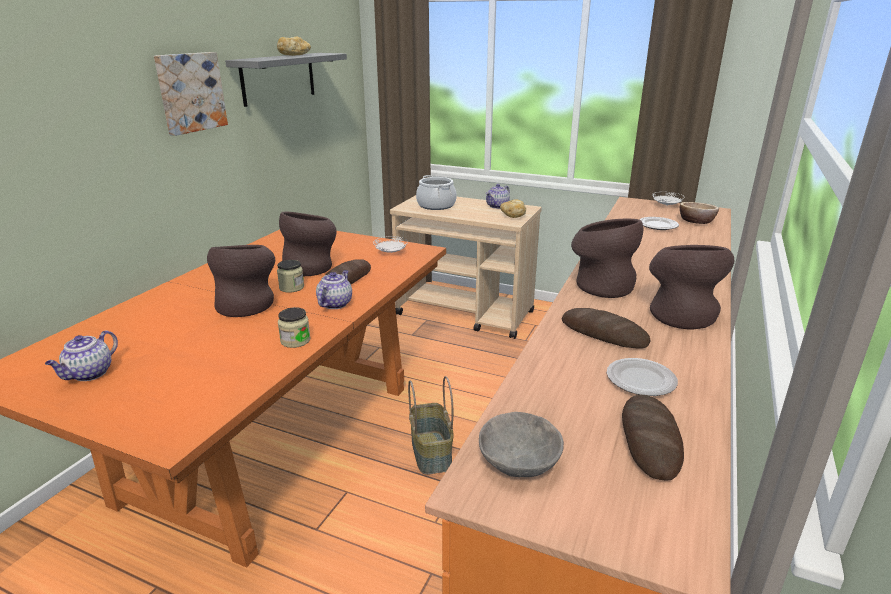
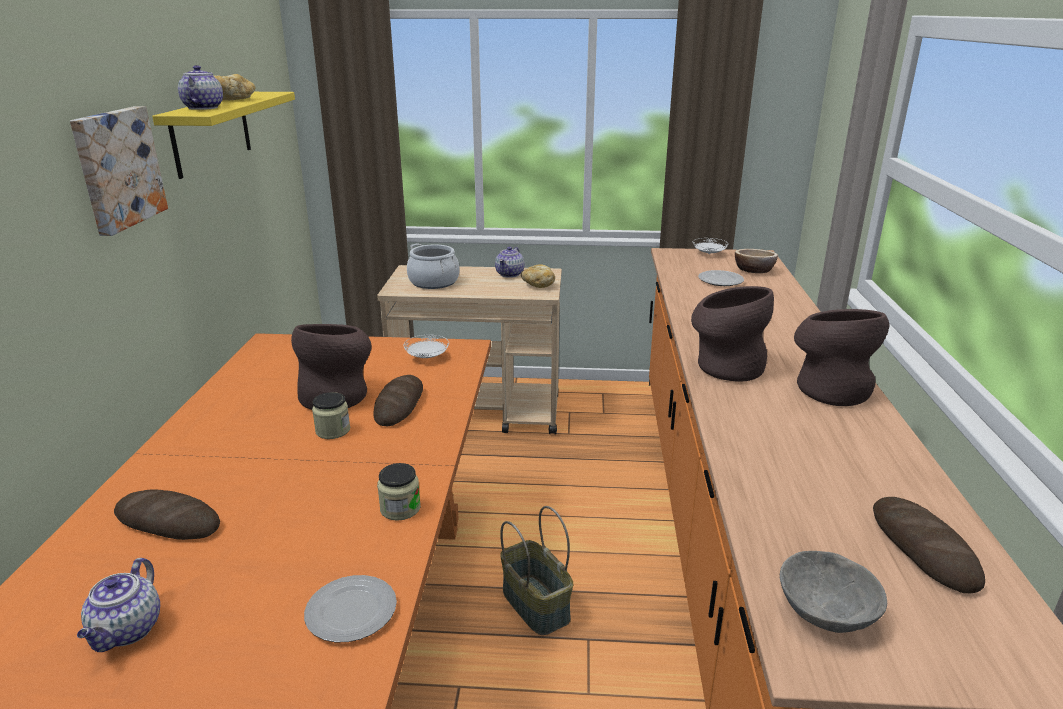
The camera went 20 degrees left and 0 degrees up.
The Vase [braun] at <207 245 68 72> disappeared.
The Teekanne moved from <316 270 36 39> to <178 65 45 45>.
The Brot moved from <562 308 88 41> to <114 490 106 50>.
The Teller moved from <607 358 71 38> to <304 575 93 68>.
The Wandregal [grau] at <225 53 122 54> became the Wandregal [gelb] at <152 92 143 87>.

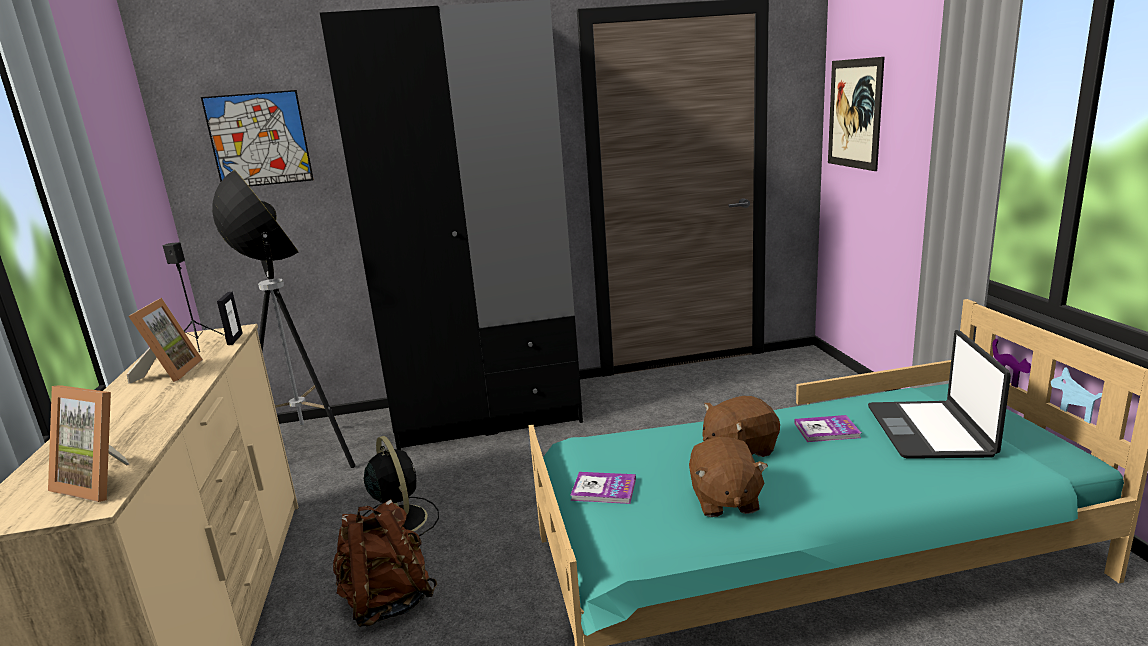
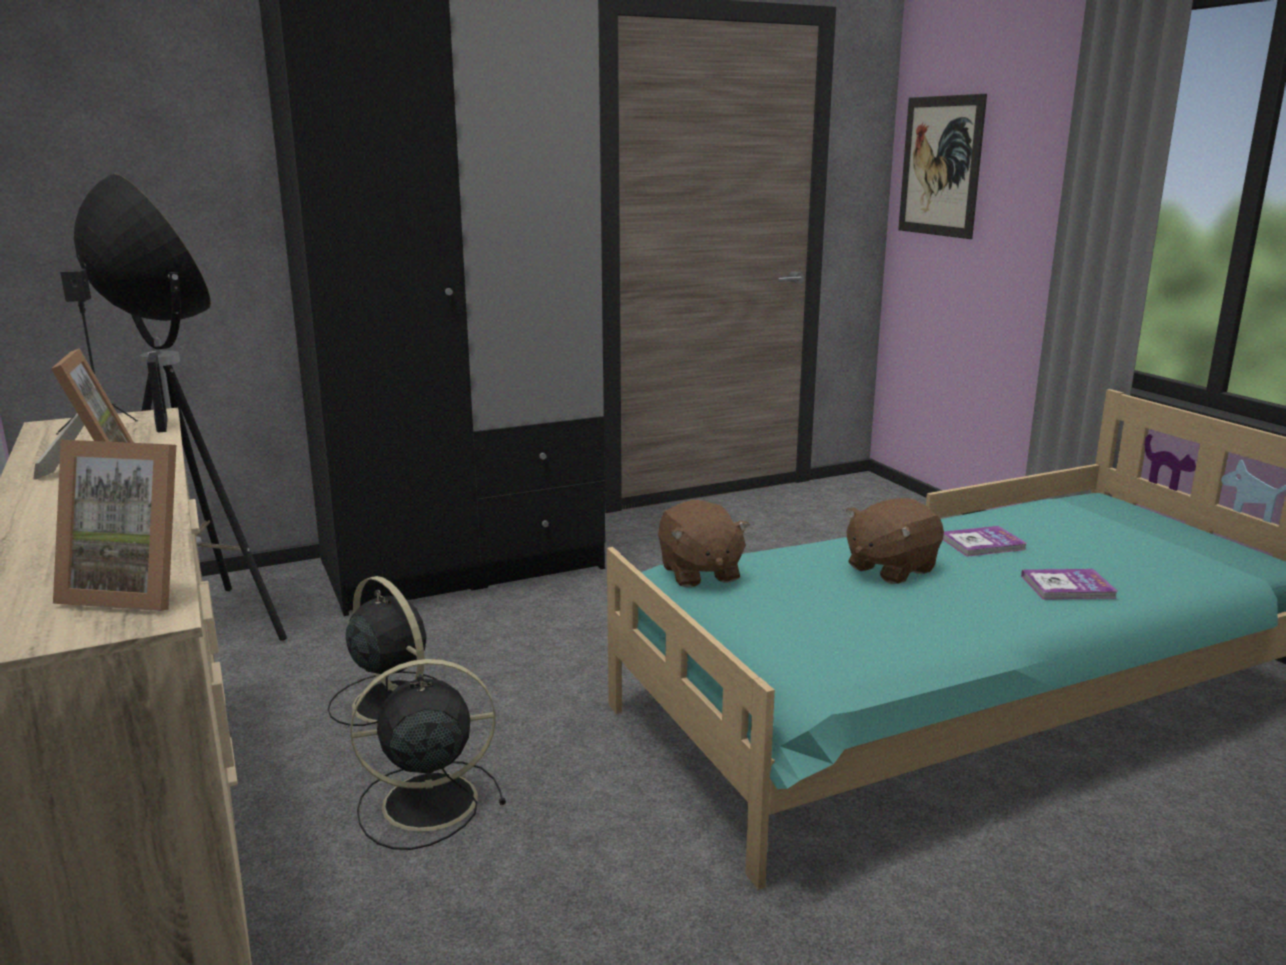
The camera went 15 degrees left and 0 degrees up.
The Bild at <201 90 113 96> disappeared.
The Laptop at <868 330 143 129> disappeared.
The Buch moved from <570 472 66 32> to <1021 569 97 31>.
The Plüschtier [braun] moved from <689 437 79 80> to <658 500 92 88>.
The Rucksack [braun] at <333 499 104 128> was replaced by the Ventilator [schwarz] at <350 659 156 191>.

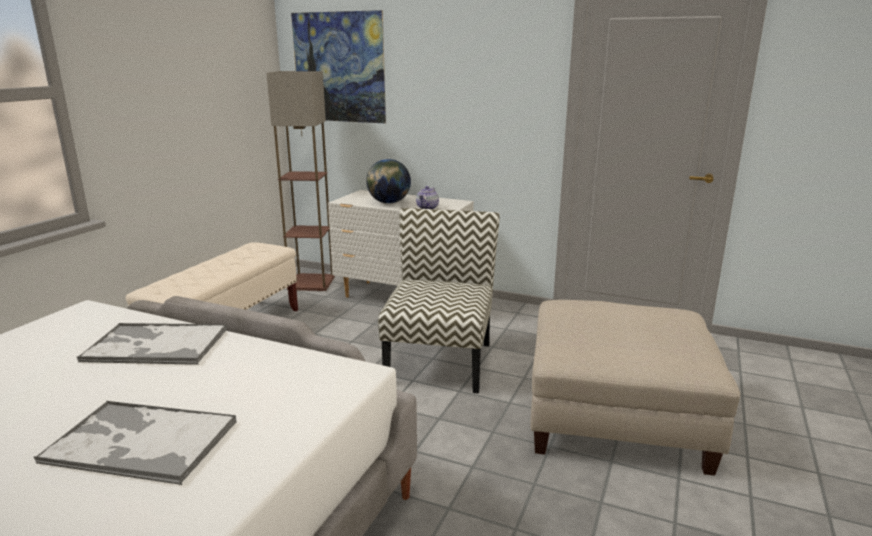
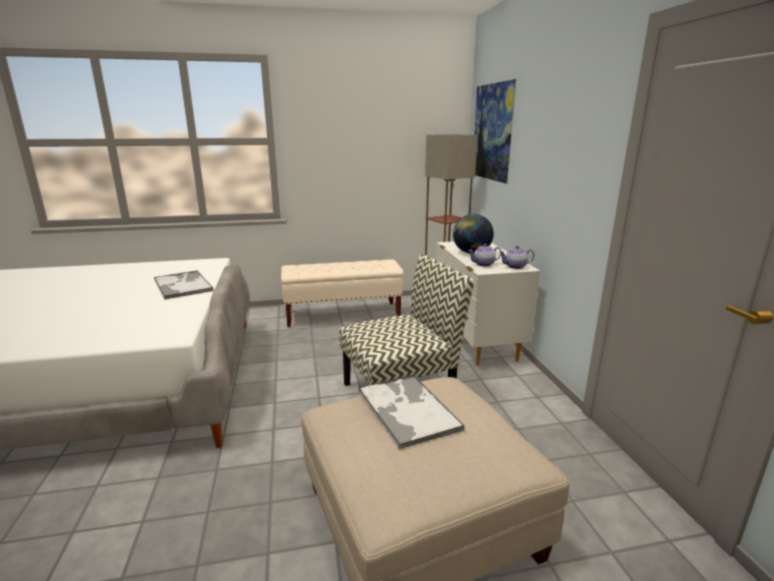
The camera went 55 degrees right and 0 degrees up.
The Teekanne at <500 246 34 23> appeared.
The Tablett moved from <33 401 204 84> to <358 374 107 76>.

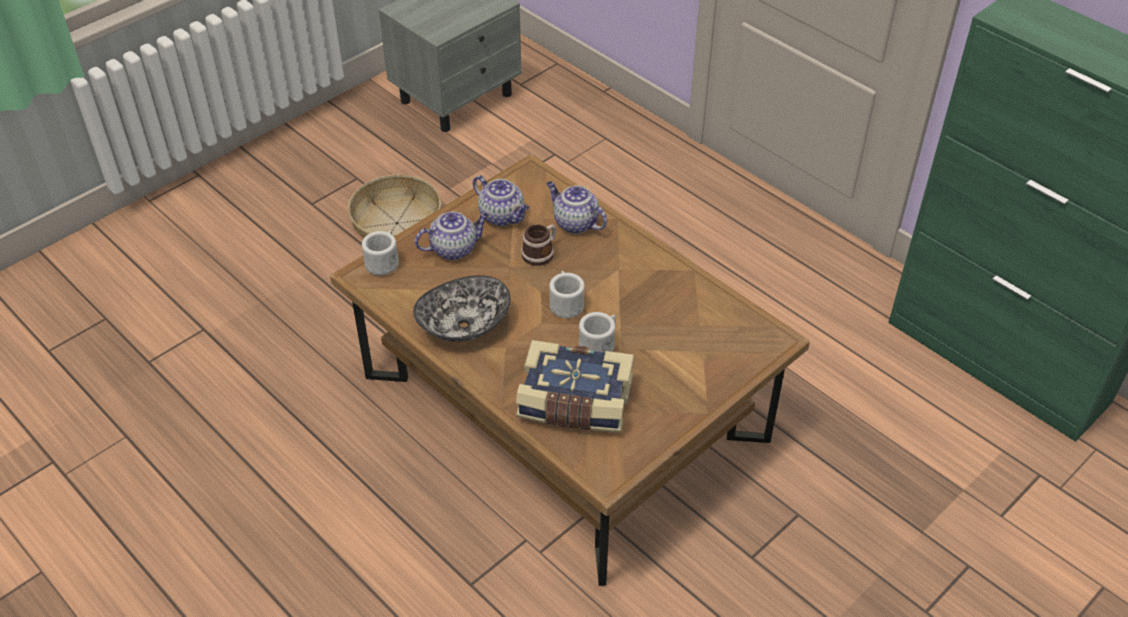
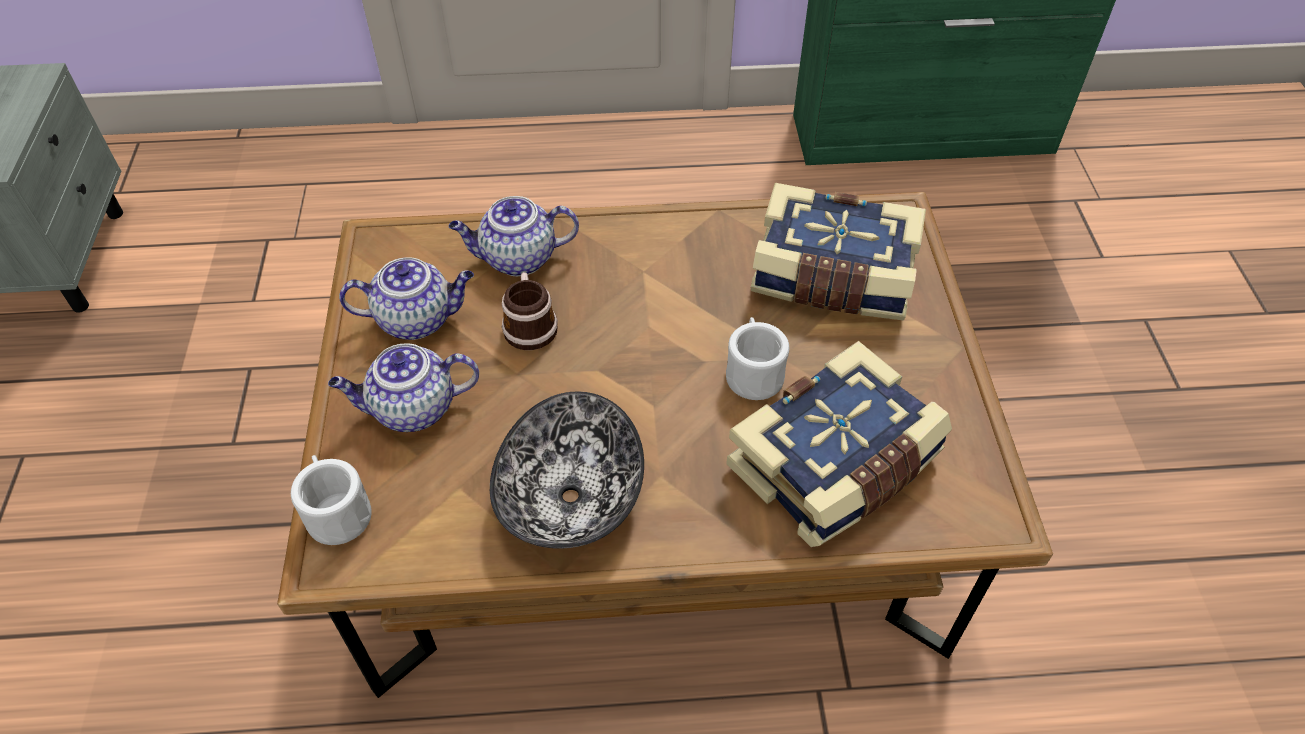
The camera went 50 degrees left and 5 degrees up.
The Korb at <348 175 93 63> disappeared.
The Henkelbecher [weiß] at <549 271 36 47> disappeared.
The Buch at <751 183 175 138> appeared.
The Teekanne at <415 211 74 49> turned 120 degrees counterclockwise.

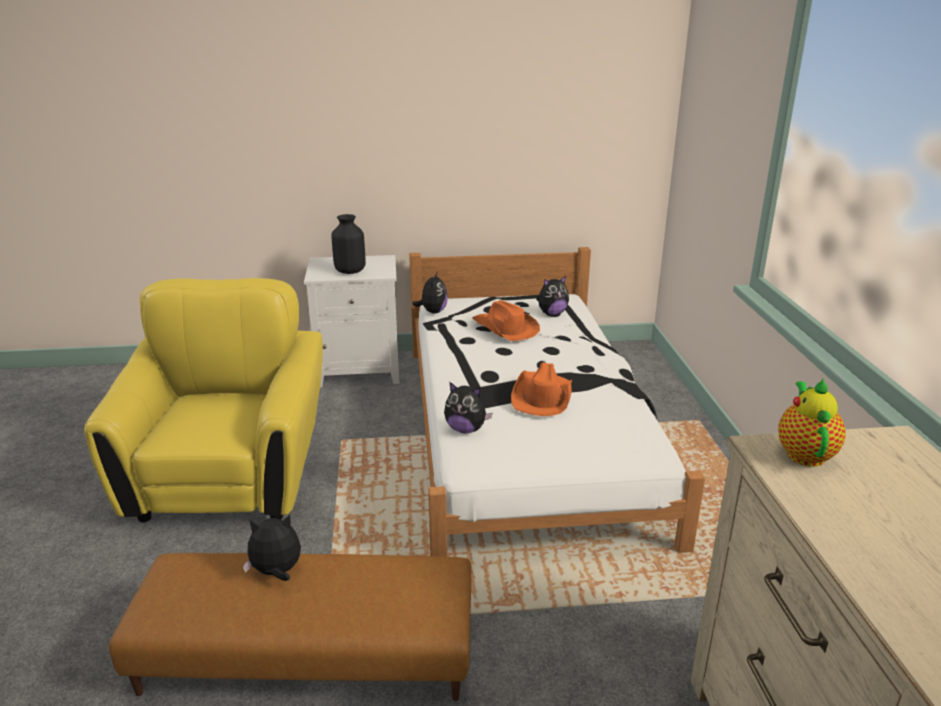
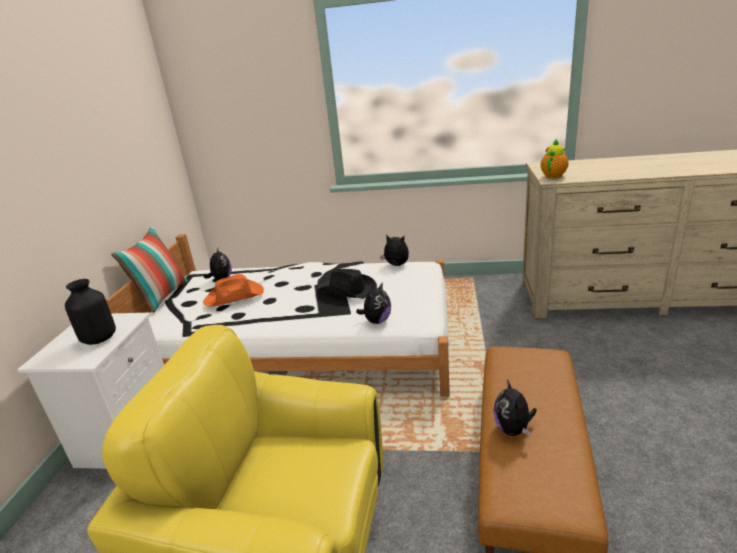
The camera went 75 degrees left and 0 degrees up.
The Kissen at <111 226 77 87> appeared.
The Plüschtier moved from <412 271 36 42> to <380 234 29 32>.
The Hut [orange] at <511 362 61 54> became the Hut [schwarz] at <317 268 60 31>.
The Teekanne at <778 379 68 88> turned 105 degrees clockwise.

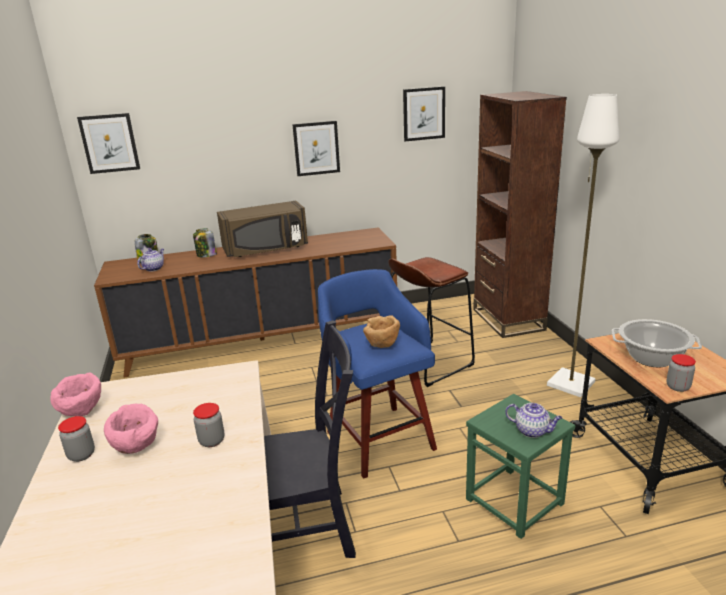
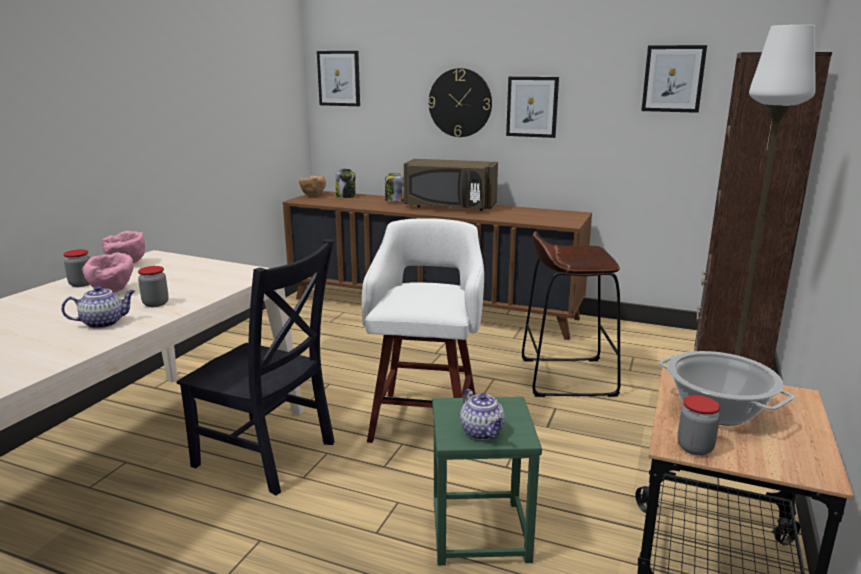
The camera went 35 degrees right and 5 degrees down.
The Wanduhr at <428 68 64 69> appeared.
The Teekanne moved from <137 248 27 23> to <61 286 74 43>.
The Schüssel [braun] moved from <363 315 37 33> to <299 176 27 20>.
The Hocker [blau] at <318 269 119 209> became the Hocker [weiß] at <362 218 122 225>.

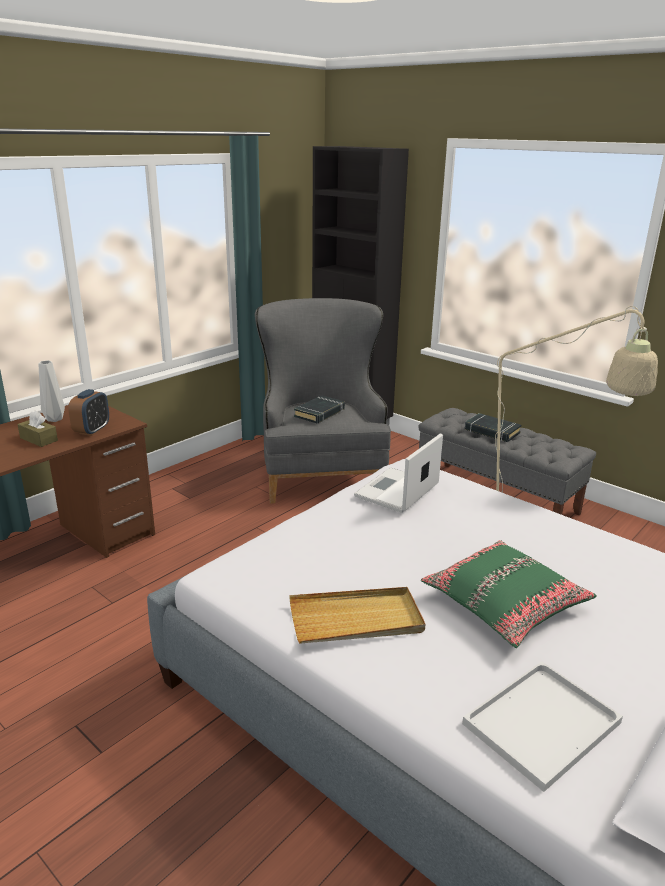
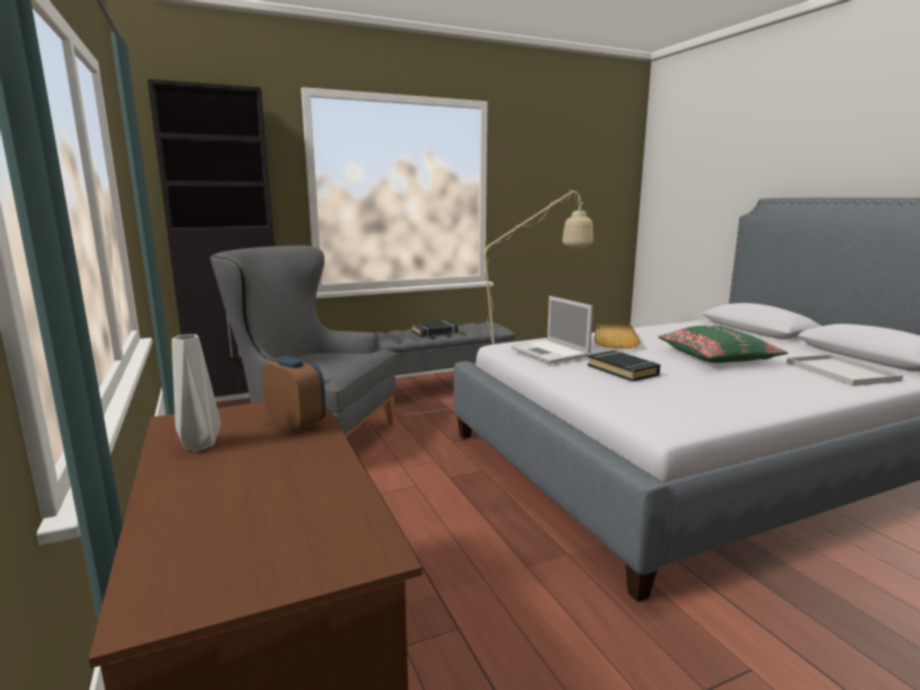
The camera went 65 degrees left and 10 degrees down.
The Taschentuchbox [braun] at <17 411 41 36> disappeared.
The Tablett [beige] moved from <289 587 136 57> to <594 324 46 25>.
The Buch [schwarz] moved from <294 395 51 29> to <588 350 73 32>.

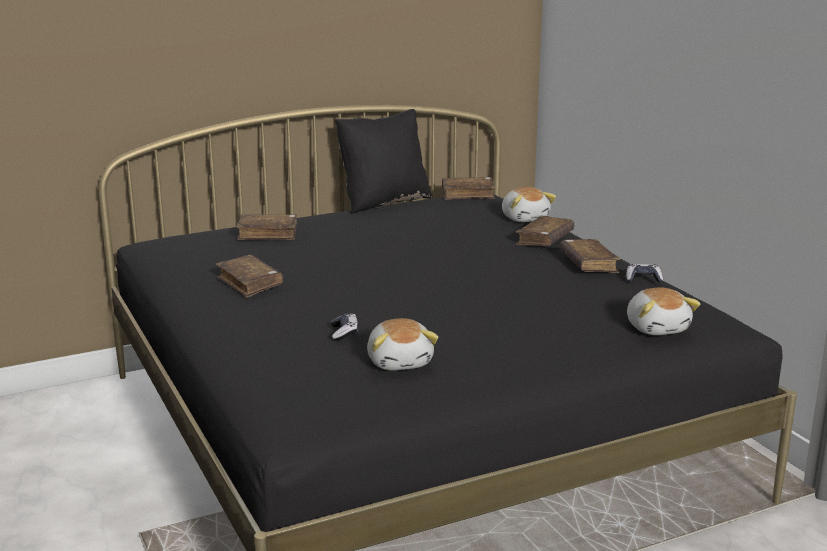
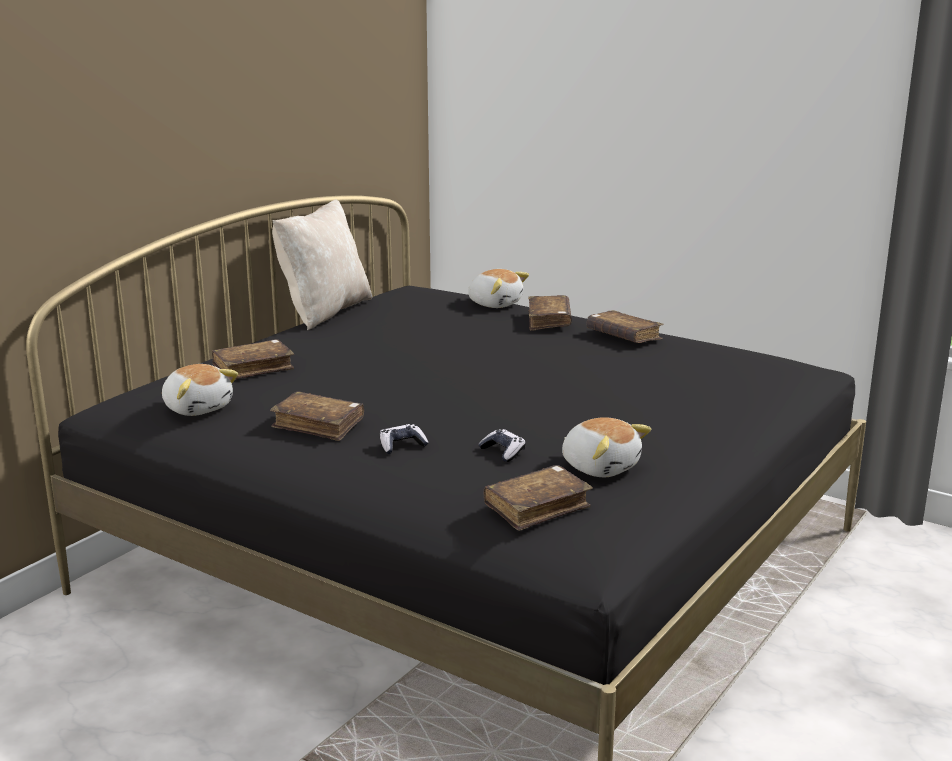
The camera went 30 degrees left and 0 degrees up.
The Buch [braun] moved from <441 177 55 23> to <484 465 109 66>.
The Gamepad moved from <626 264 37 19> to <380 424 48 30>.
The Plüschtier moved from <627 288 73 47> to <162 364 76 52>.
The Kissen [schwarz] at <335 109 97 105> became the Kissen [beige] at <272 199 100 131>.

